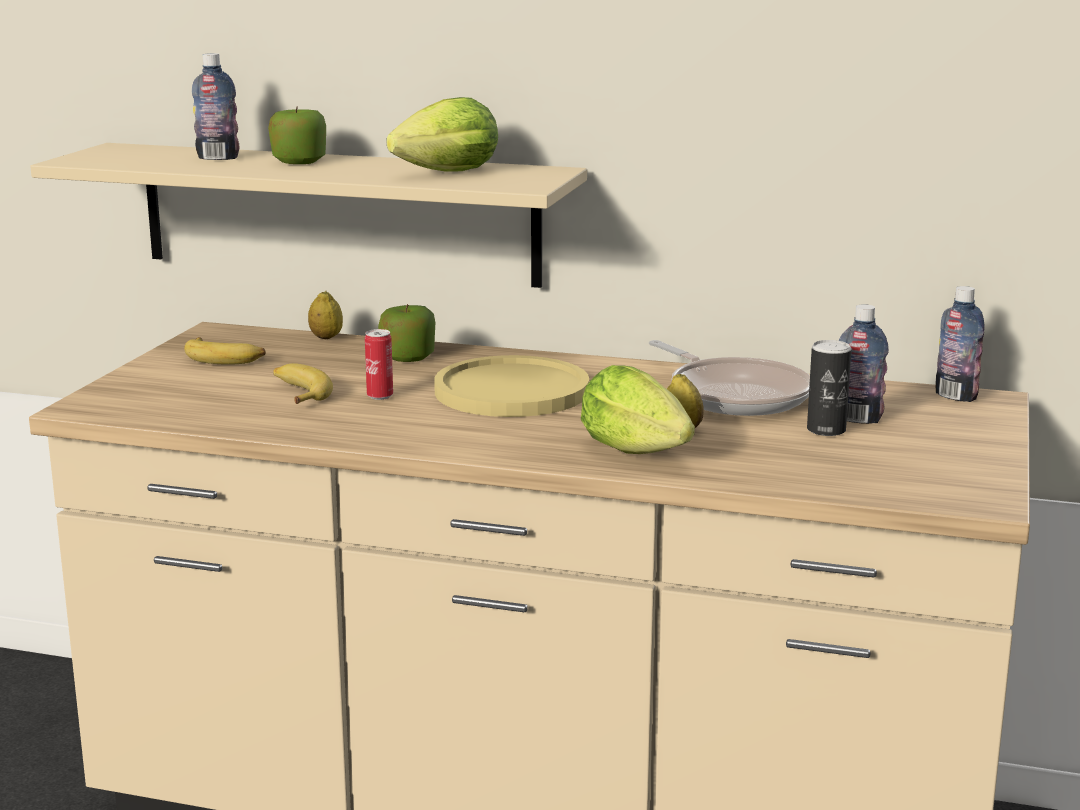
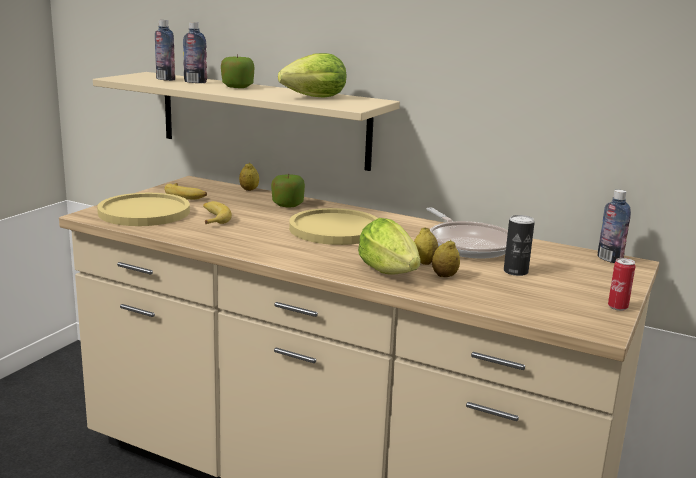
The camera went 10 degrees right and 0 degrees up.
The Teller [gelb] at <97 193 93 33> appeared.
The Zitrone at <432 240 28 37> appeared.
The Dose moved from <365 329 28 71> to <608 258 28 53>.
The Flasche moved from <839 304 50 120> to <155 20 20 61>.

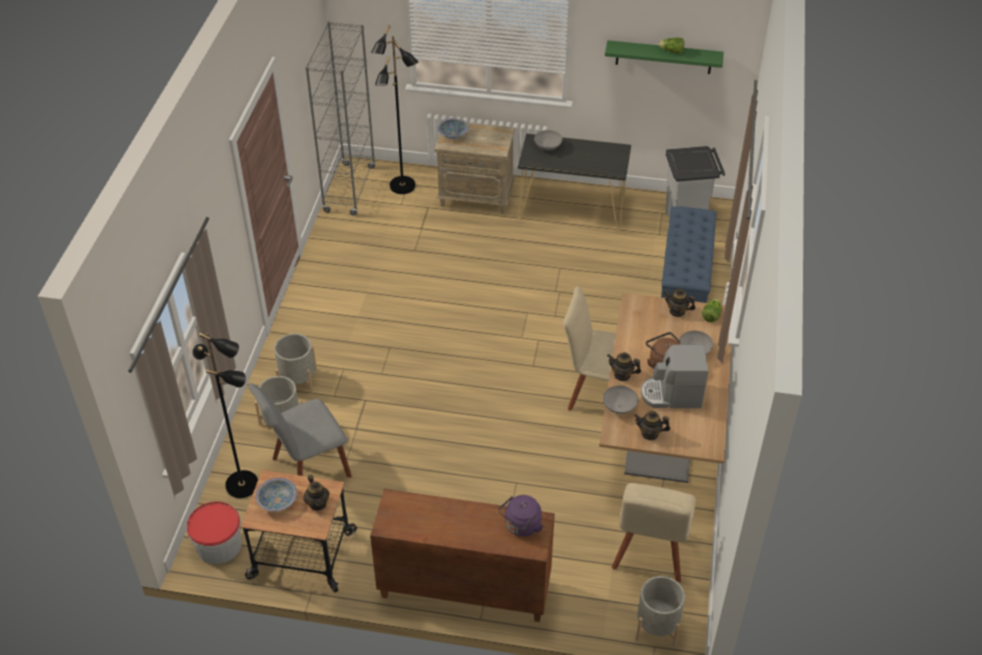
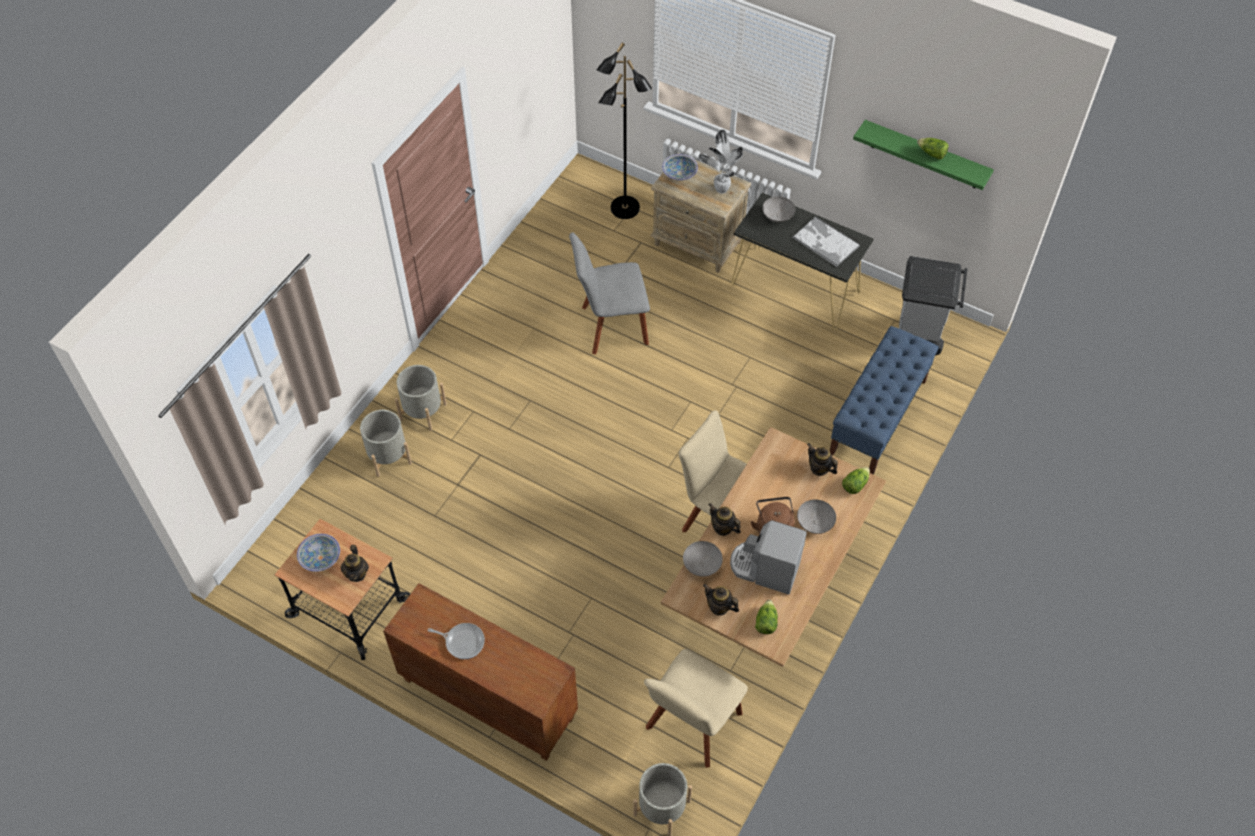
The camera went 20 degrees right and 10 degrees up.
The Eimer at <187 501 55 63> disappeared.
The Stehlampe [schwarz] at <192 332 66 166> disappeared.
The Bücherregal [grau] at <305 21 71 195> disappeared.
The Wasserkessel [lila] at <498 495 45 42> disappeared.
The Pfanne at <428 623 57 36> appeared.
The Topfpflanze at <699 130 44 64> appeared.
The Salatkopf at <755 600 23 34> appeared.
The Tablett at <792 216 68 51> appeared.
The Stuhl [grau] moved from <249 383 103 95> to <569 232 81 123>.

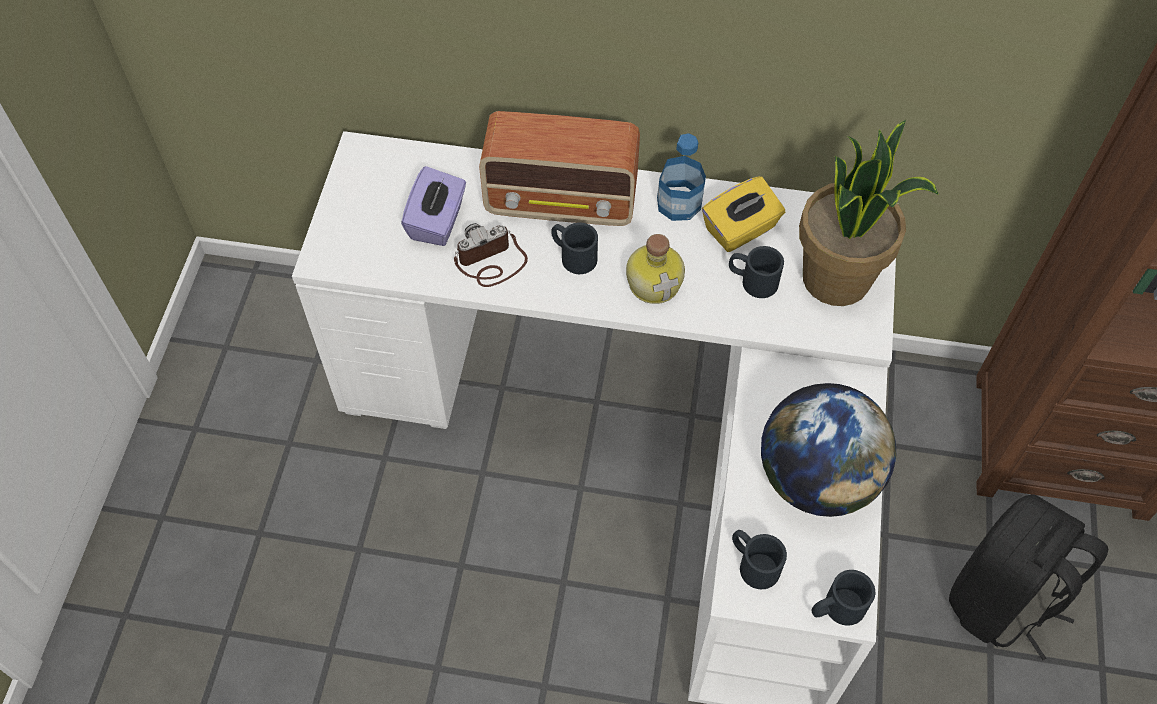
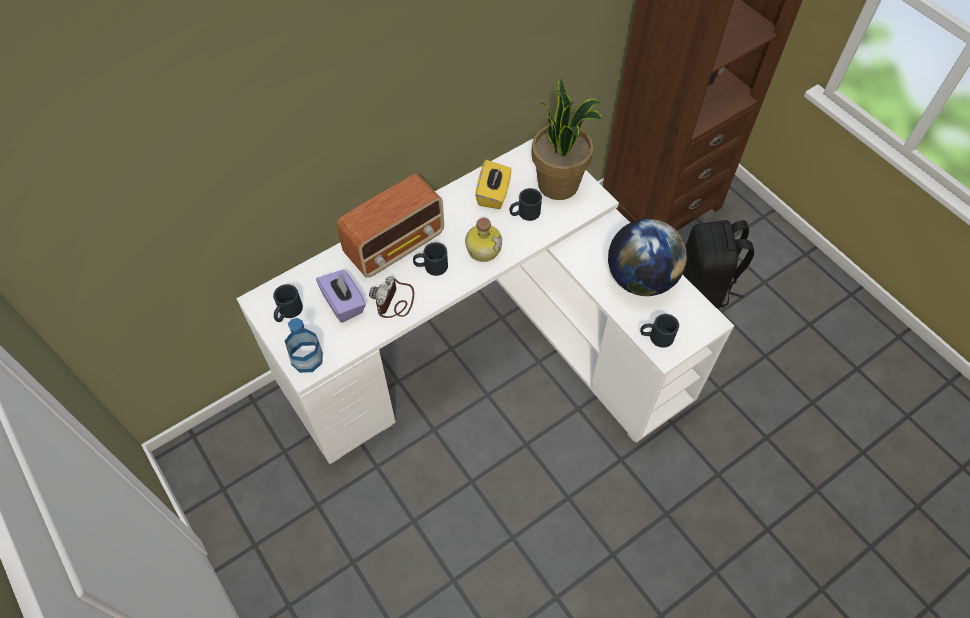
The camera went 45 degrees left and 0 degrees up.
The Flasche moved from <657 133 49 88> to <285 318 38 55>.
The Henkelbecher [schwarz] moved from <811 570 64 56> to <273 284 30 38>.

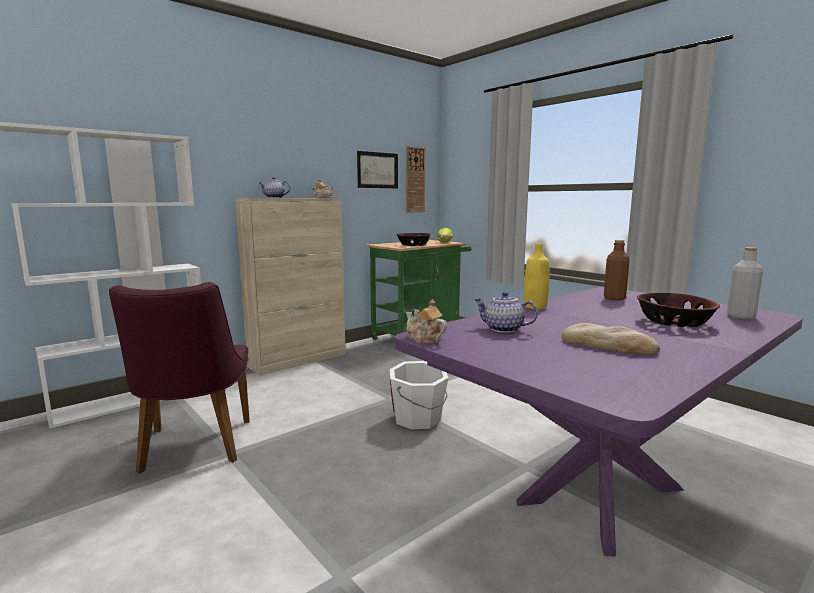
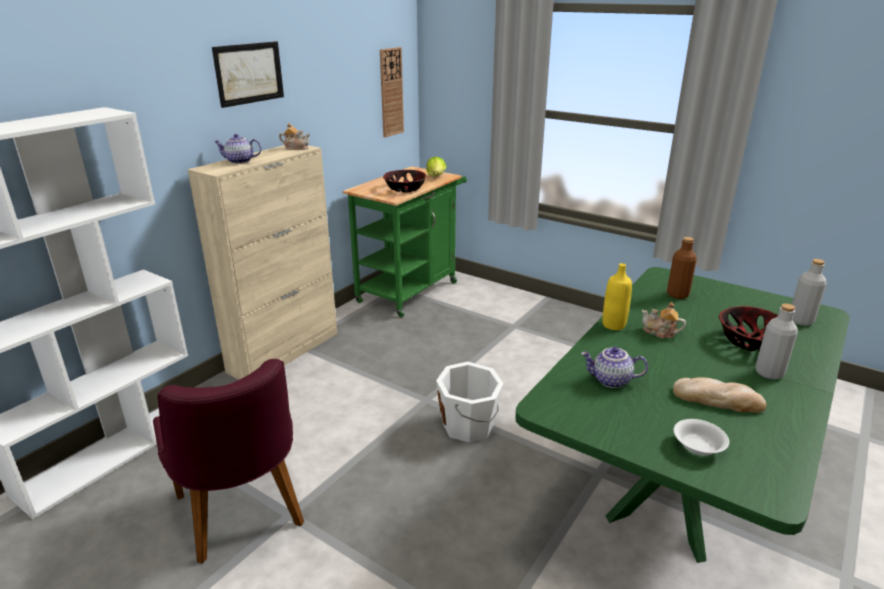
The camera went 15 degrees left and 15 degrees up.
The Schüssel [weiß] at <674 419 55 37> appeared.
The Flasche [grau] at <755 304 43 76> appeared.
The Bild moved from <357 151 41 37> to <212 41 72 67>.
The Teekanne moved from <406 299 41 44> to <642 302 44 37>.
The Esstisch [lila] at <395 287 408 269> became the Esstisch [grün] at <515 267 335 296>.

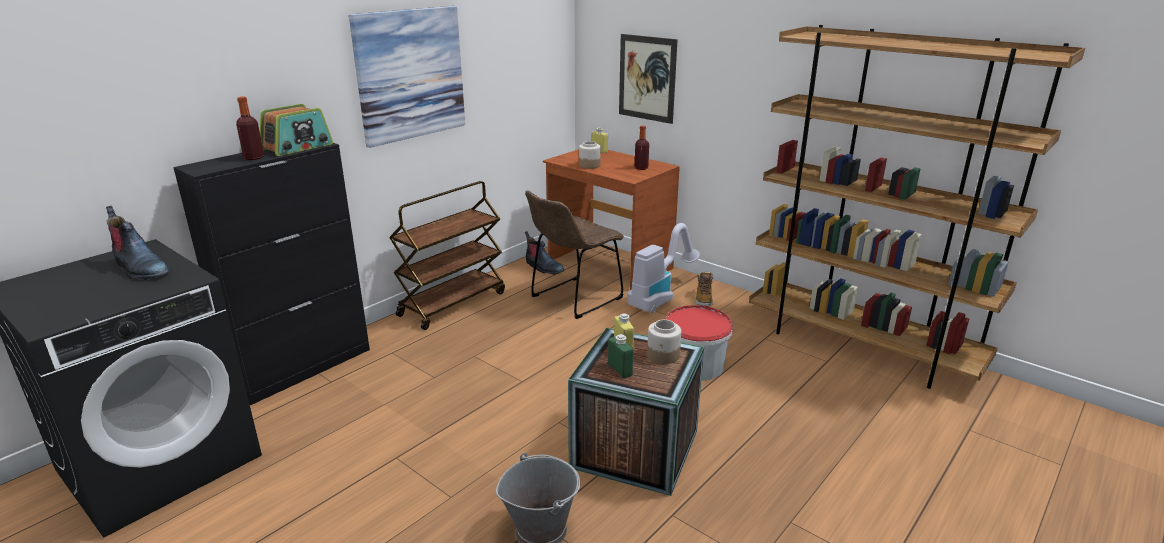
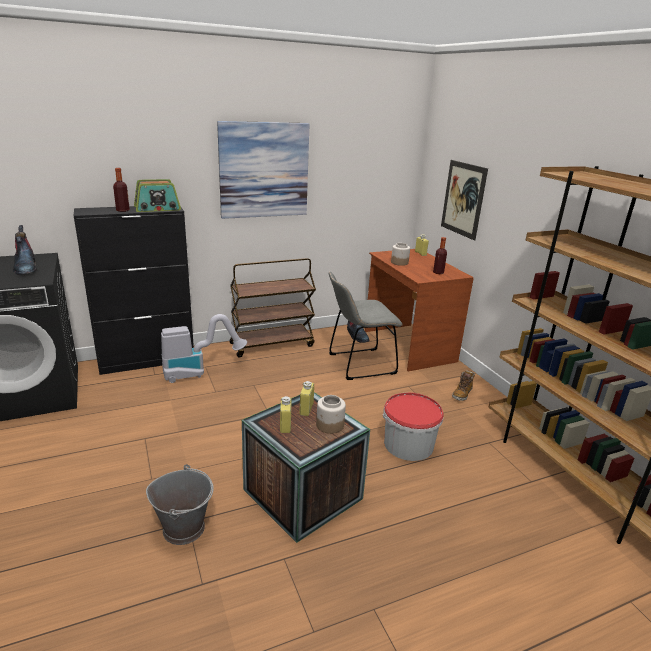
The camera went 25 degrees right and 0 degrees up.
The Staubsauger moved from <627 223 73 90> to <161 314 86 69>.
The Stuhl [braun] at <525 191 99 128> became the Stuhl [grau] at <329 271 73 109>.
The Flasche [grün] at <608 334 25 44> became the Flasche [gelb] at <280 396 11 37>.

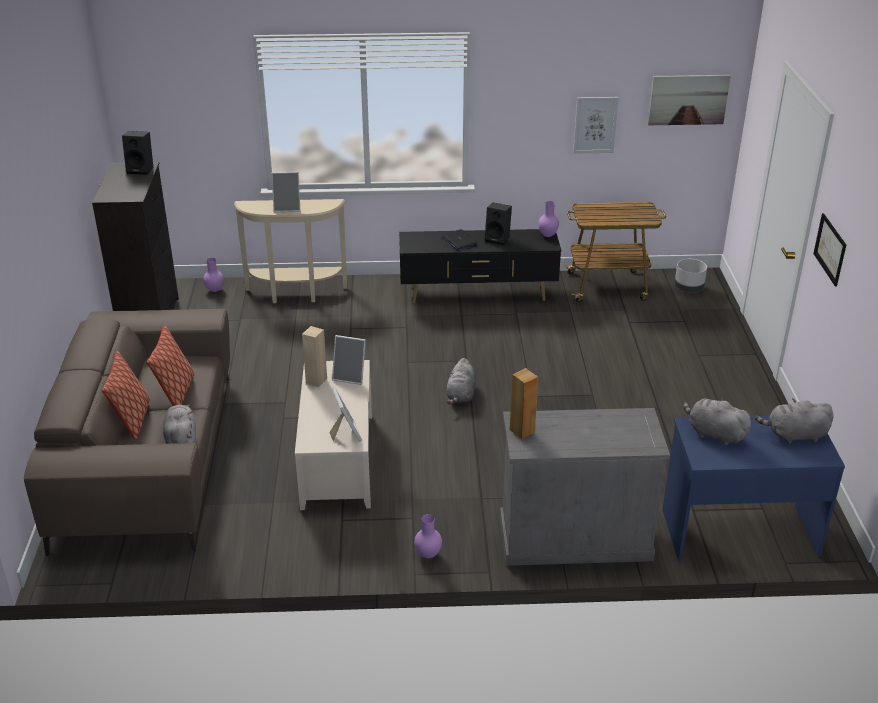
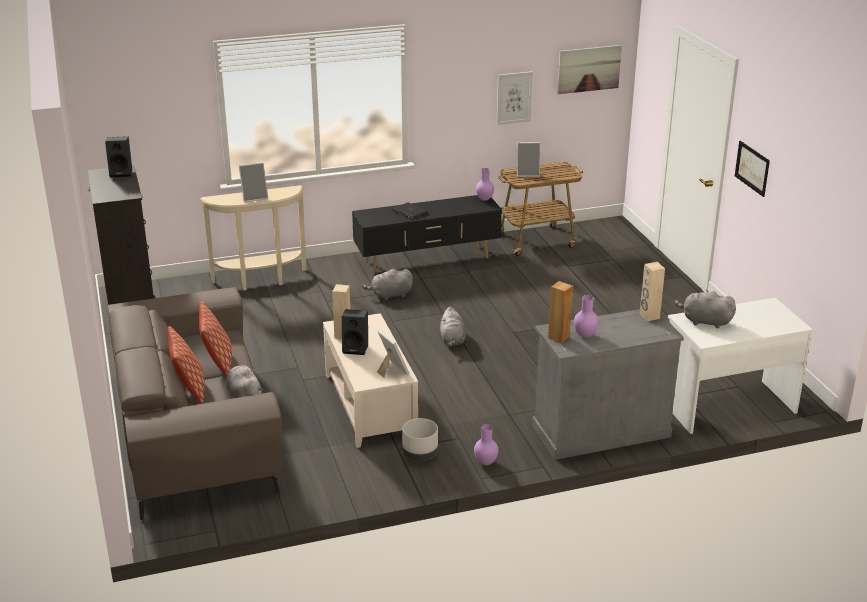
The camera went 15 degrees left and 5 degrees down.
The Lautsprecher [beige] at <640 262 25 59> appeared.
The Vase [lila] moved from <203 258 21 34> to <574 295 25 43>.
The Bilderrahmen moved from <332 335 34 50> to <517 142 23 35>.
The Lautsprecher [schwarz] moved from <485 203 27 42> to <342 309 26 46>.
The Pflanzkübel [grau] moved from <675 259 32 34> to <402 418 36 43>.
The Plüschtier [grau] moved from <755 398 79 46> to <362 269 51 31>.
The Schreibtisch [blau] at <662 416 183 145> became the Schreibtisch [weiß] at <668 298 145 136>.

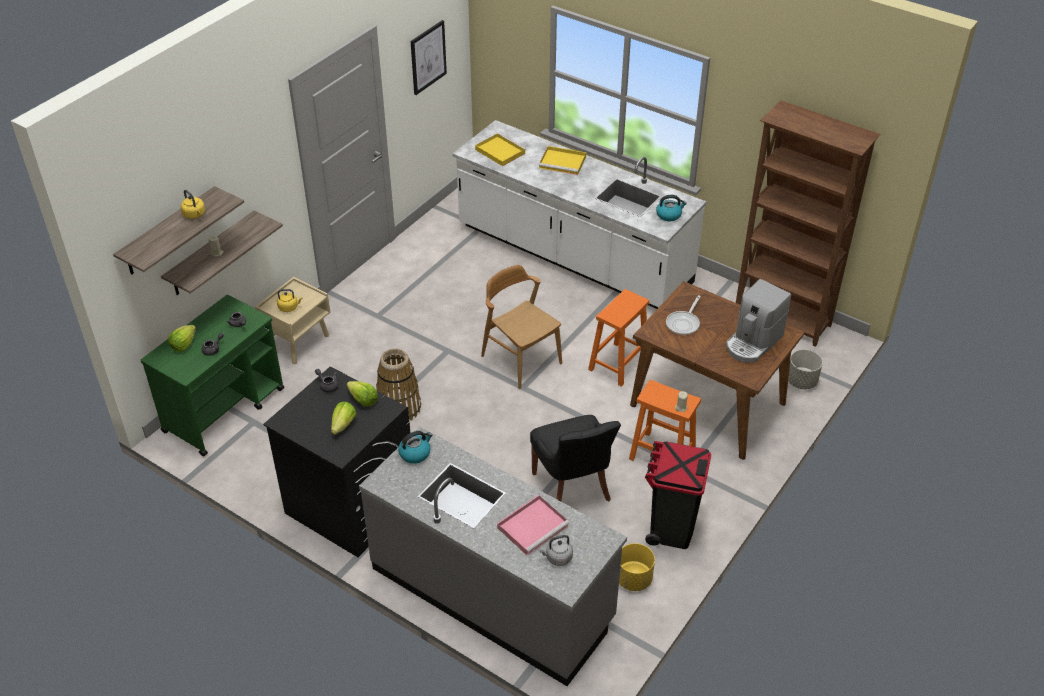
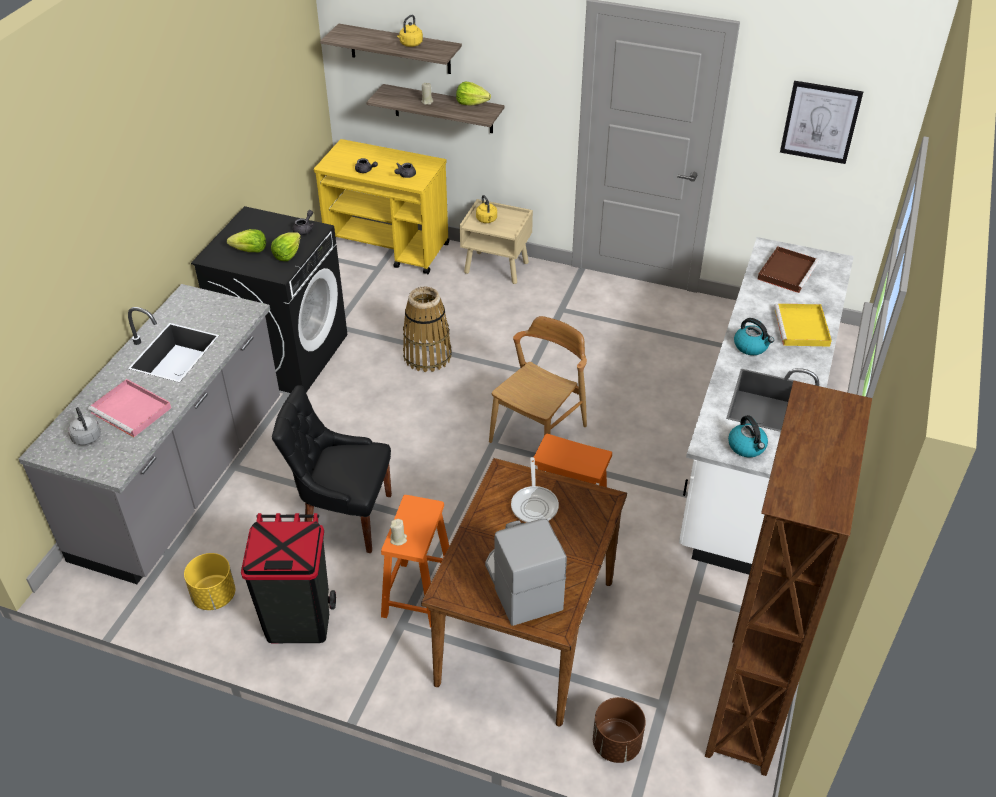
The camera went 75 degrees right and 0 degrees up.
The Salatkopf moved from <168 325 28 27> to <456 82 35 24>.
The Wasserkessel moved from <398 431 35 33> to <734 318 40 37>.
The Rollwagen [grün] at <141 295 143 161> became the Rollwagen [gelb] at <314 139 136 135>.
The Tablett [gelb] at <475 133 51 33> became the Tablett [braun] at <758 246 61 47>.
The Pflanzkübel [grau] at <788 349 35 40> became the Pflanzkübel [braun] at <593 697 53 66>.
The Stuhl [schwarz] at <530 415 91 86> turned 45 degrees clockwise.
The Pfanne at <666 295 35 40> turned 105 degrees counterclockwise.
The Kaffeemaschine at <726 279 66 84> turned 45 degrees clockwise.

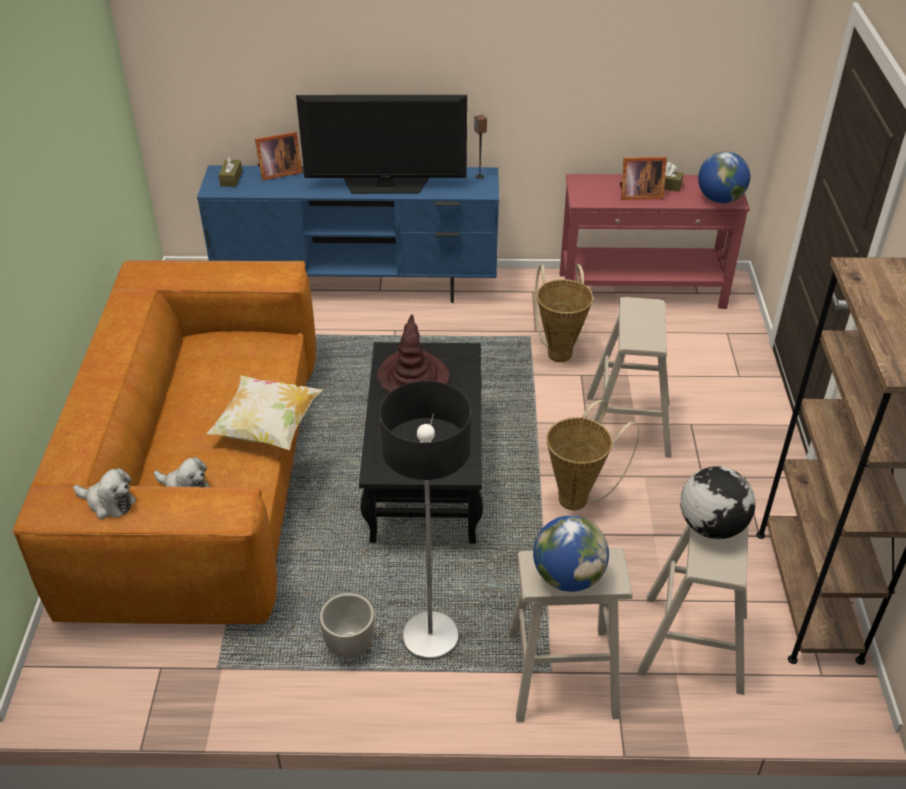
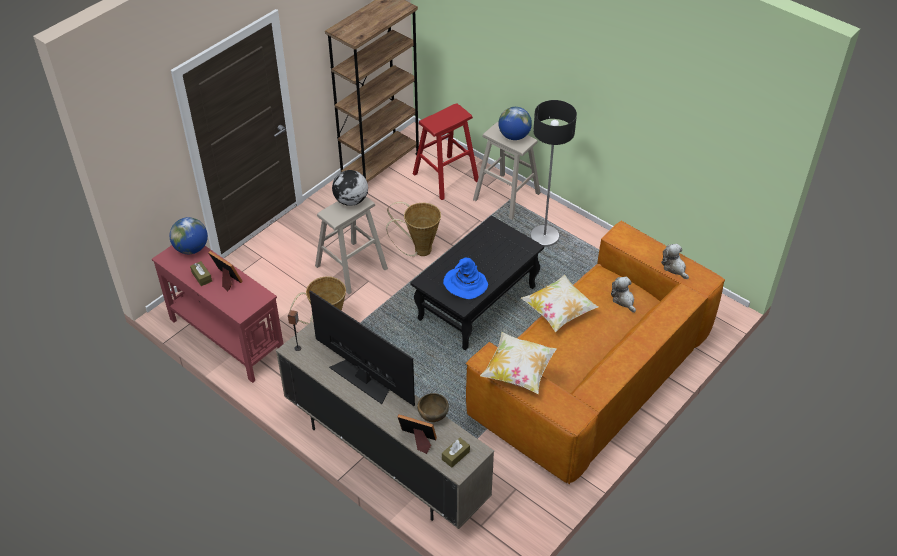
The camera went 140 degrees left and 5 degrees up.
The Pflanzkübel at <319 593 56 66> disappeared.
The Schüssel [braun] at <417 393 32 29> appeared.
The Kissen at <480 332 77 62> appeared.
The Globus moved from <680 466 75 73> to <332 170 36 36>.
The Fernsehschrank [blau] at <197 165 302 138> became the Fernsehschrank [beige] at <276 322 218 207>.
The Hut [braun] at <377 314 72 78> became the Hut [blau] at <443 258 45 41>.
The Hocker [beige] at <638 525 111 170> became the Hocker [rot] at <413 103 65 97>.

